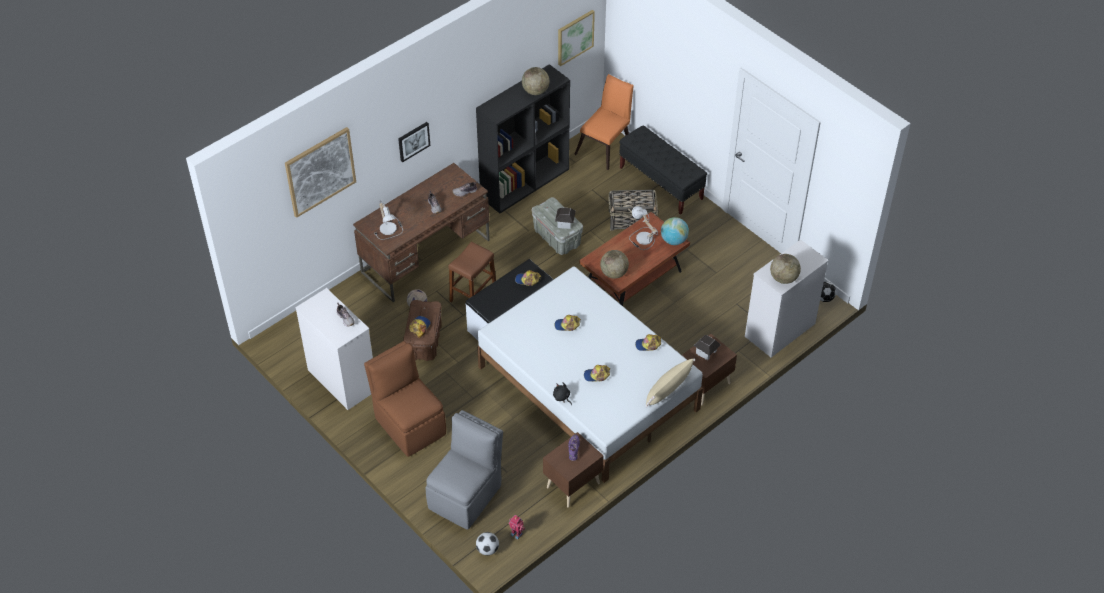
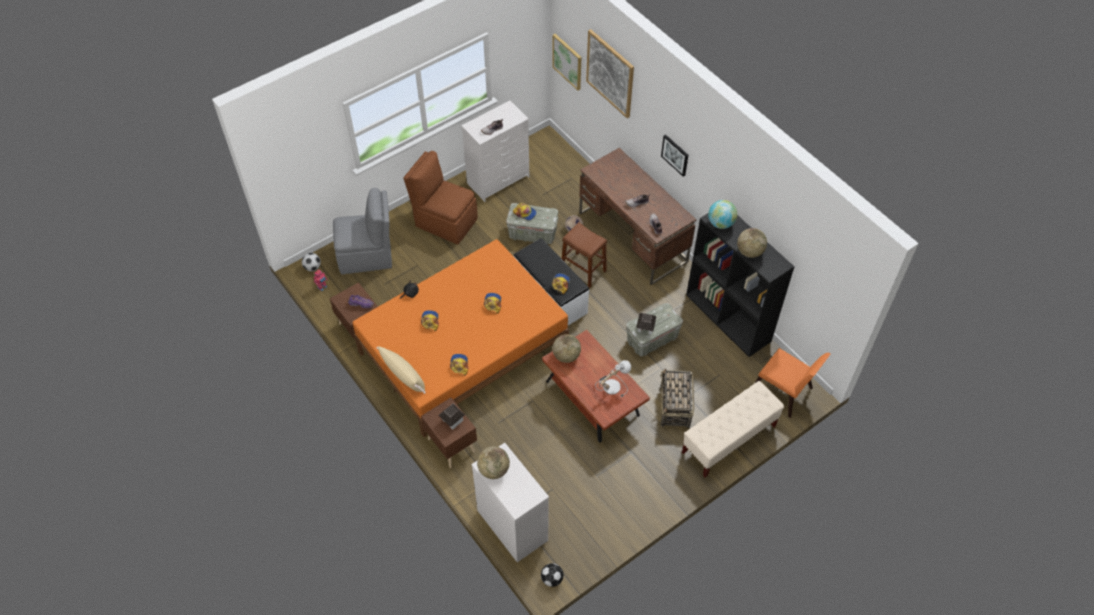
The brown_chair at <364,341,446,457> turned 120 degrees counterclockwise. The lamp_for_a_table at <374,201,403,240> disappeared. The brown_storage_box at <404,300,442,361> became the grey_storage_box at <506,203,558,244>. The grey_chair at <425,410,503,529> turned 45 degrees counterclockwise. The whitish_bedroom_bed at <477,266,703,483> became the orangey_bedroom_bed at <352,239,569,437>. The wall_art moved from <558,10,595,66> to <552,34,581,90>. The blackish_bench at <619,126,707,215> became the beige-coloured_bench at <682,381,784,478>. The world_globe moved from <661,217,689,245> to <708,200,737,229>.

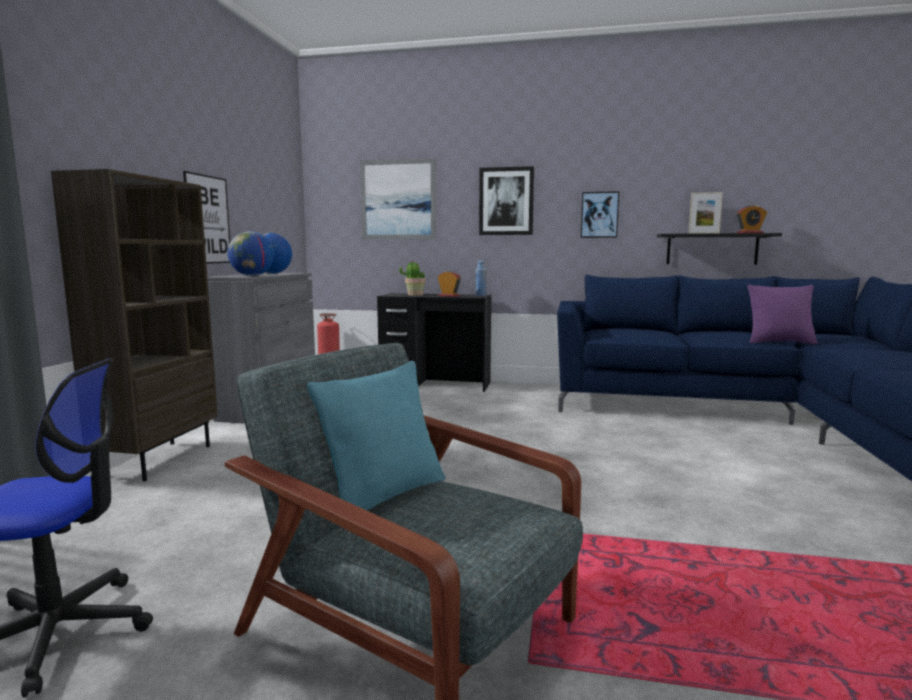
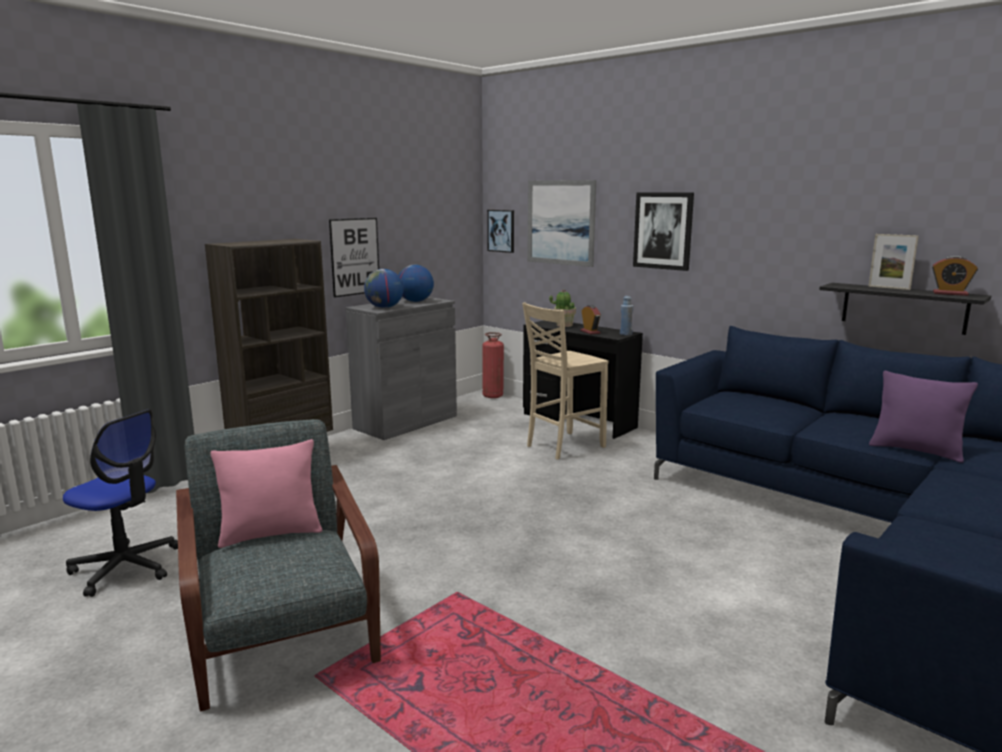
The turquoise-coloured_throw_pillow at <307,361,446,511> became the pinkish_throw_pillow at <210,439,322,548>. The wall_art moved from <581,191,619,238> to <487,210,514,253>. The beige-coloured_chair at <522,302,608,460> appeared.

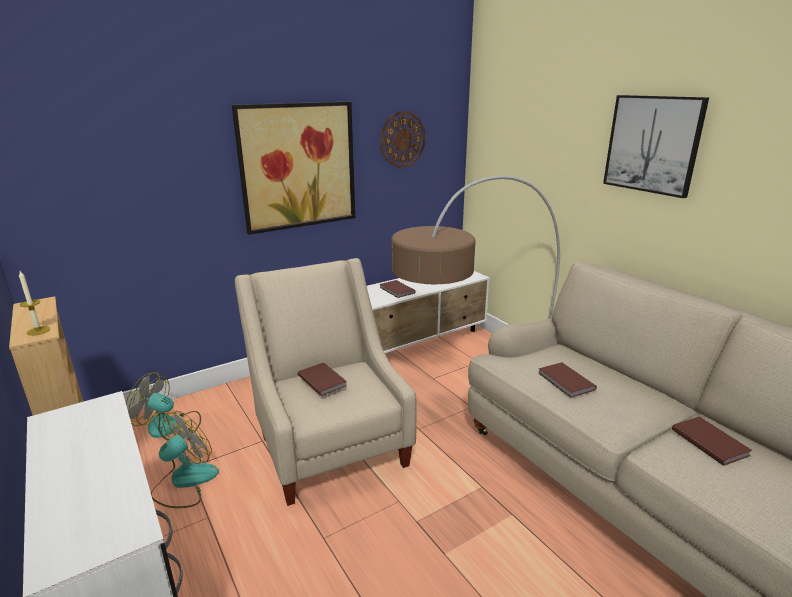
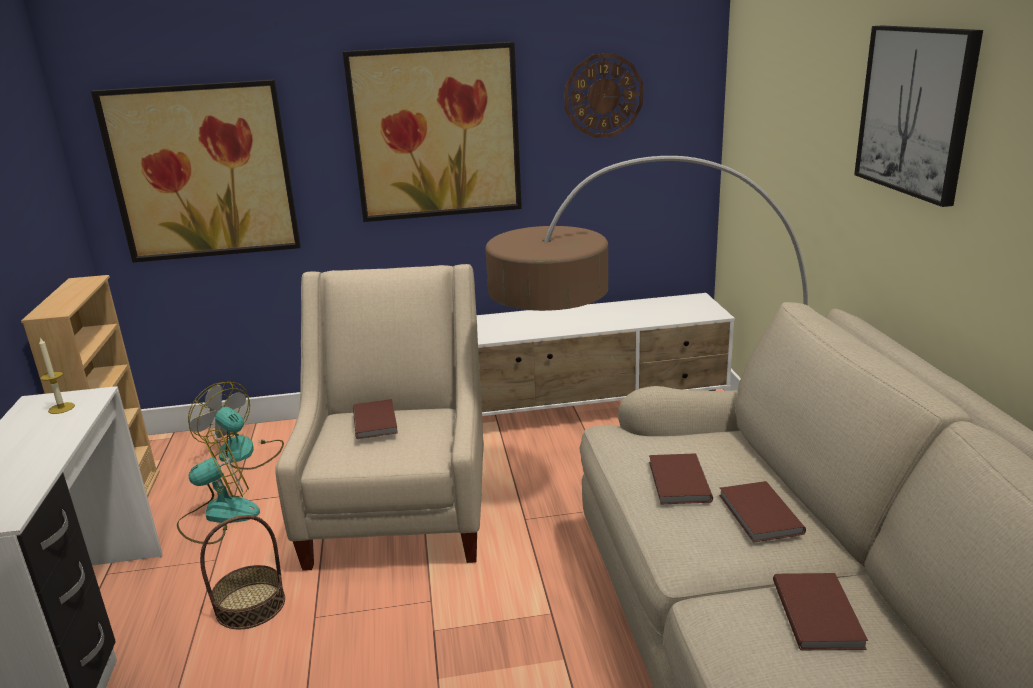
The wax_candle moved from <19,271,50,336> to <39,337,75,414>. The brown_book moved from <380,280,416,298> to <719,481,806,543>. The wall_art at <91,80,301,262> appeared. The storage_basket at <200,515,285,629> appeared.

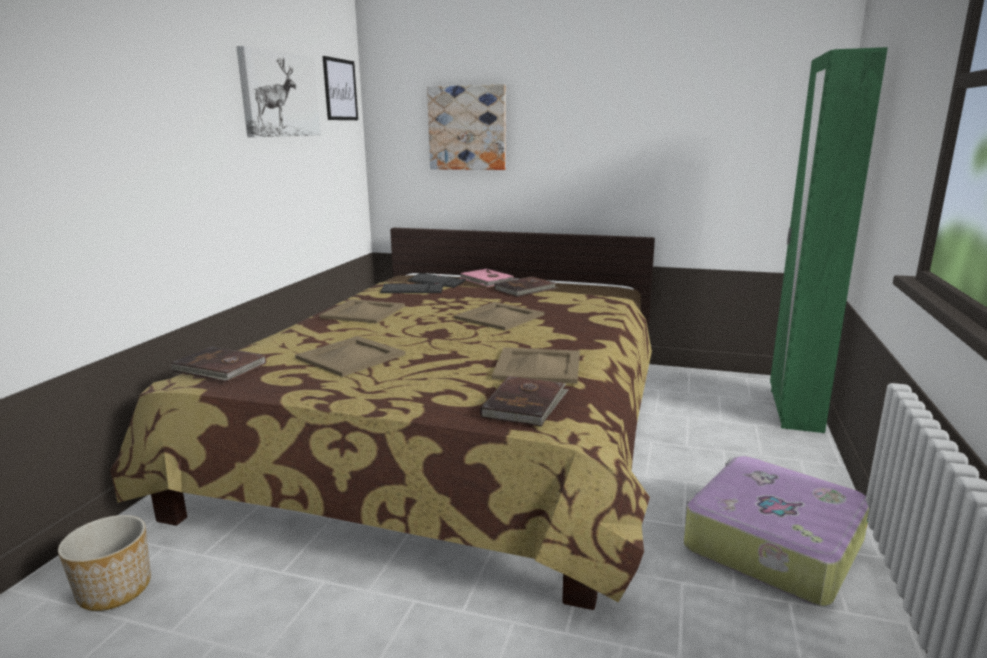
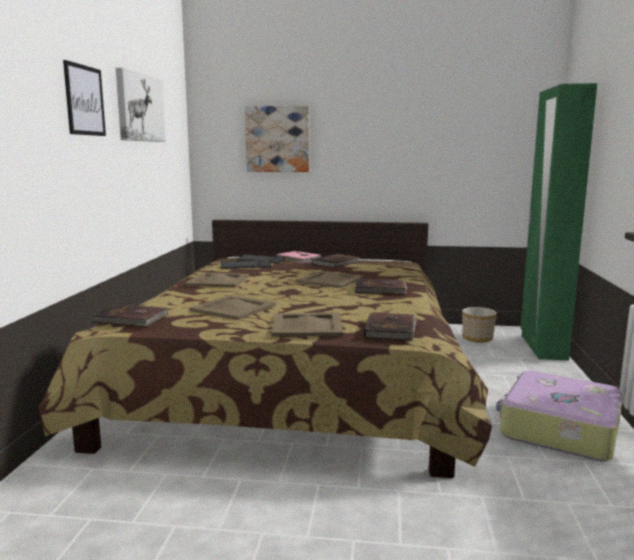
The flower_pot moved from <58,515,151,611> to <462,307,497,343>. The wall_art moved from <323,56,358,120> to <63,60,106,136>. The beige-coloured_serving_tray moved from <492,347,580,384> to <271,313,344,336>. The brown_book at <354,279,407,294> appeared.

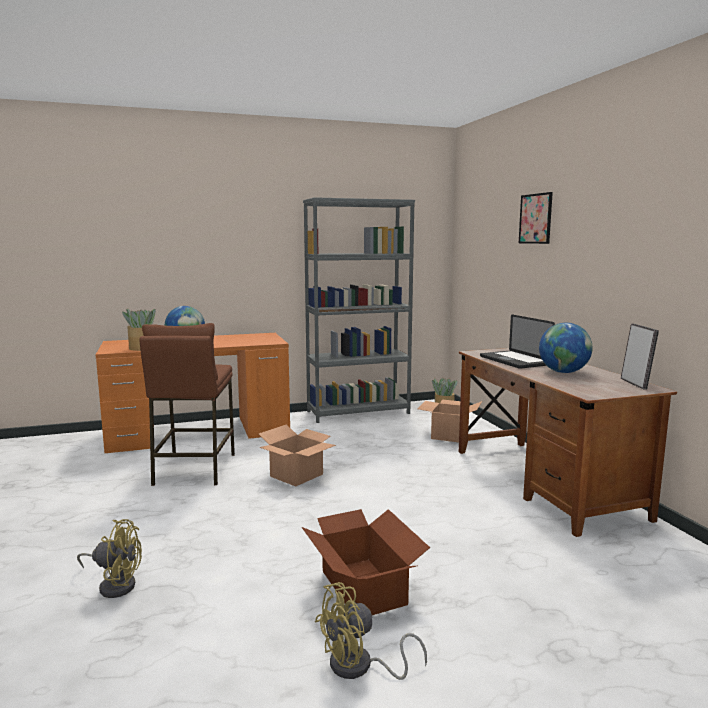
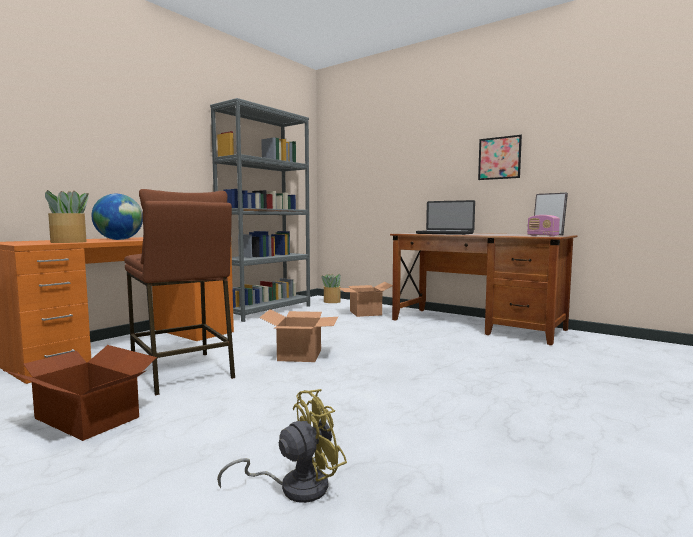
The carton moved from <302,509,430,615> to <3,345,157,441>. The yellowish_electric_fan at <315,582,427,680> disappeared. The wall_art moved from <519,192,553,244> to <478,135,522,180>. The world_globe at <539,323,593,373> disappeared. The radio at <527,215,560,236> appeared.

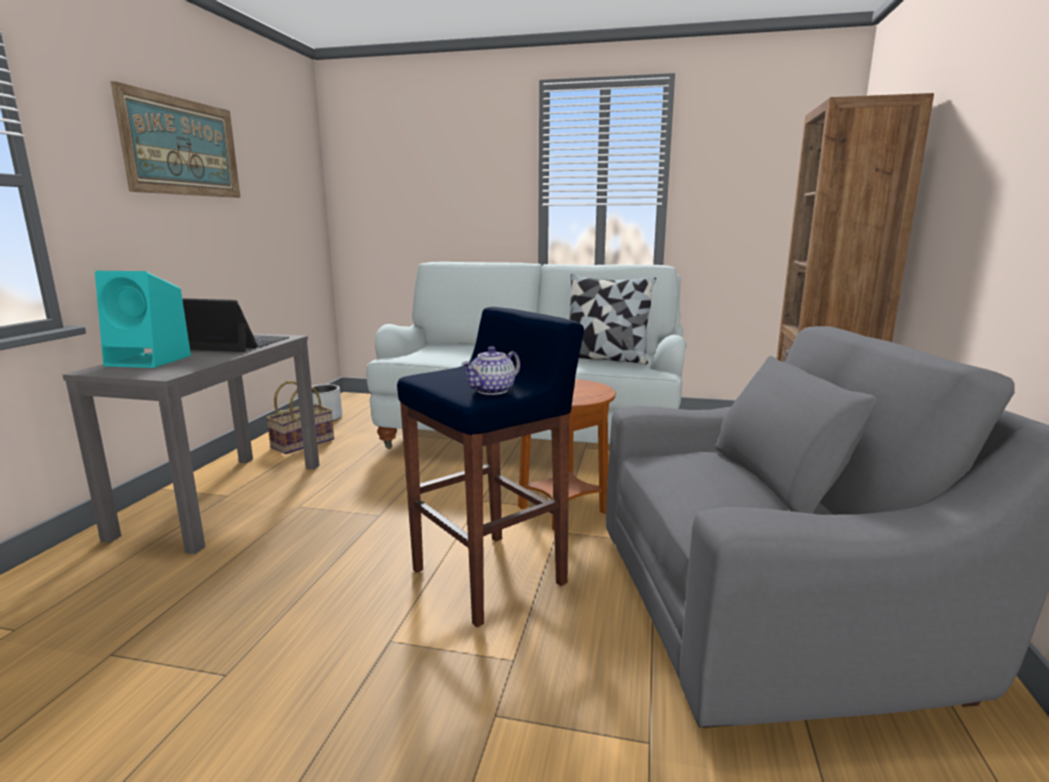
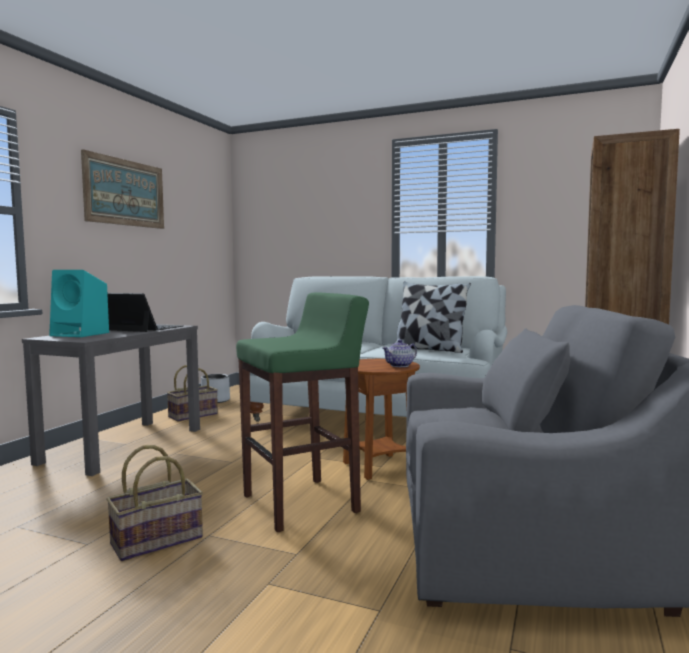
The blue-coloured_stool at <397,307,584,627> became the green-coloured_stool at <236,292,369,532>. The pot_for_tea moved from <461,346,520,395> to <383,340,417,367>. The storage_basket at <106,445,203,561> appeared.

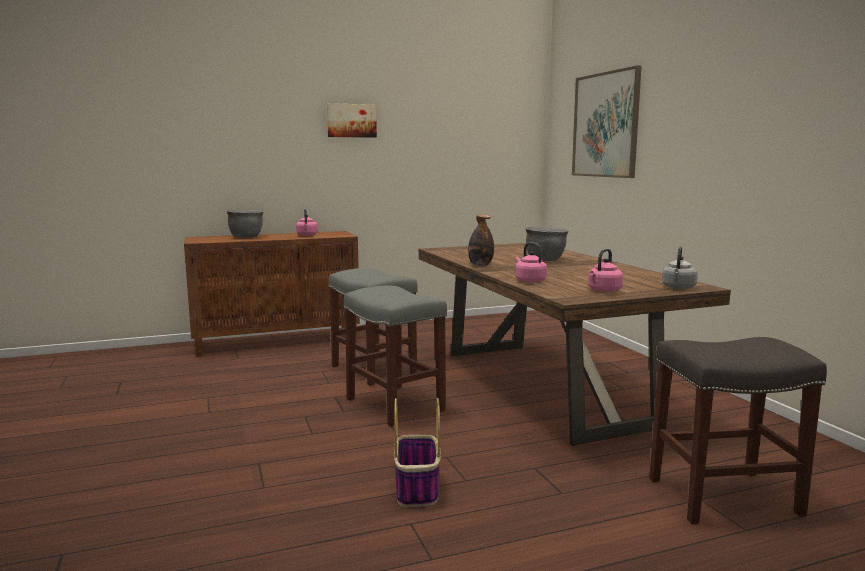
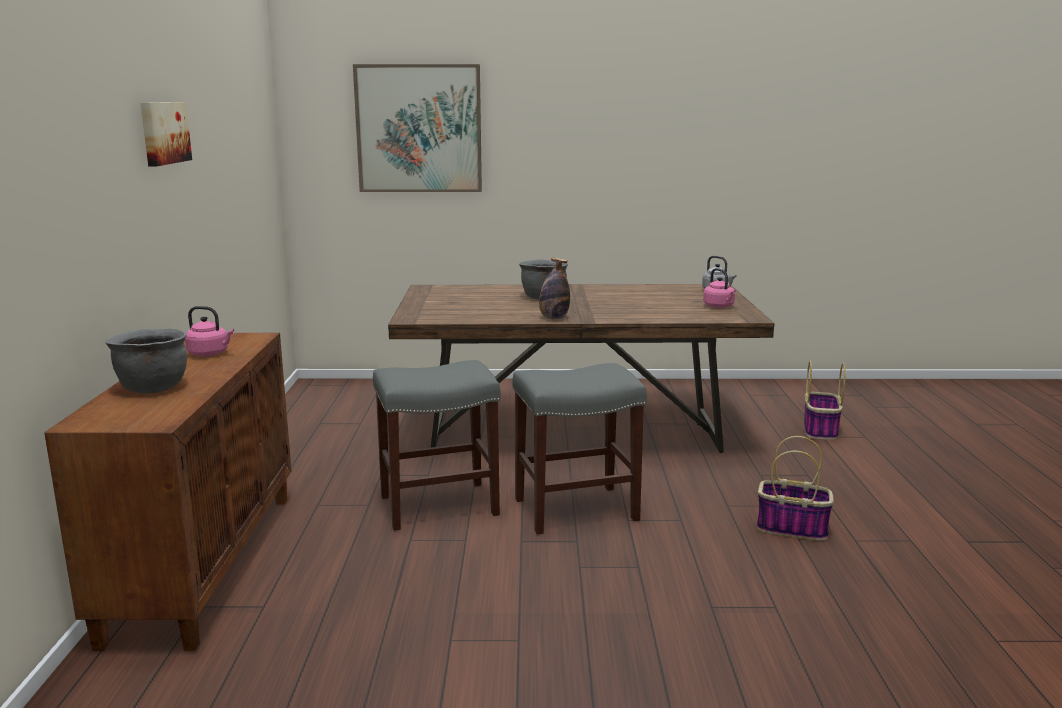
The pinkish_tea_kettle at <515,242,547,283> disappeared. The grey_stool at <649,337,827,525> was replaced by the storage_basket at <804,361,845,440>.

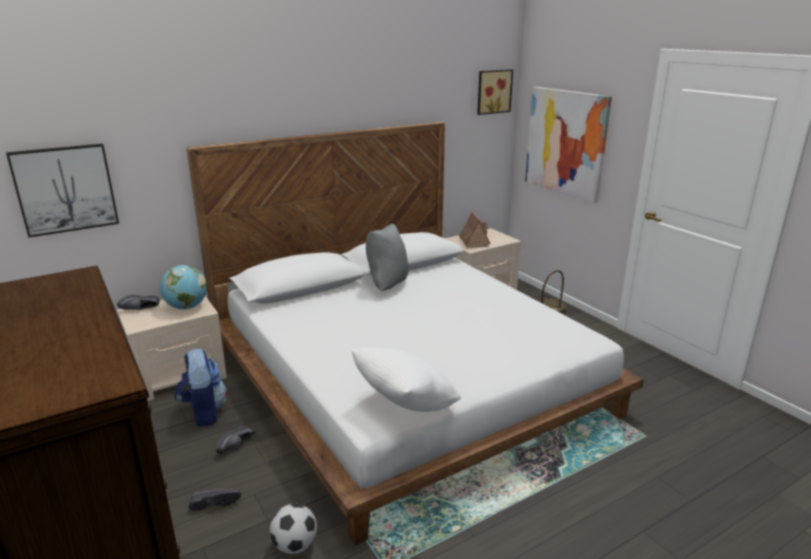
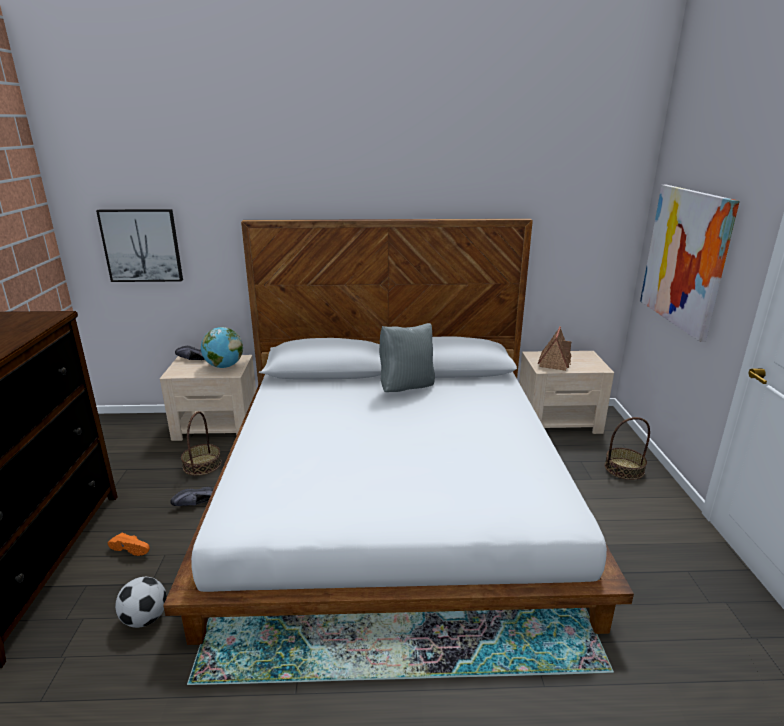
The knapsack at <174,349,227,426> was replaced by the storage_basket at <181,411,222,476>. The blackish_shoe at <189,488,241,511> became the orangey_shoe at <108,533,150,556>. The whitish_throw_pillow at <351,348,461,412> disappeared. The wall_art at <477,69,513,115> disappeared.

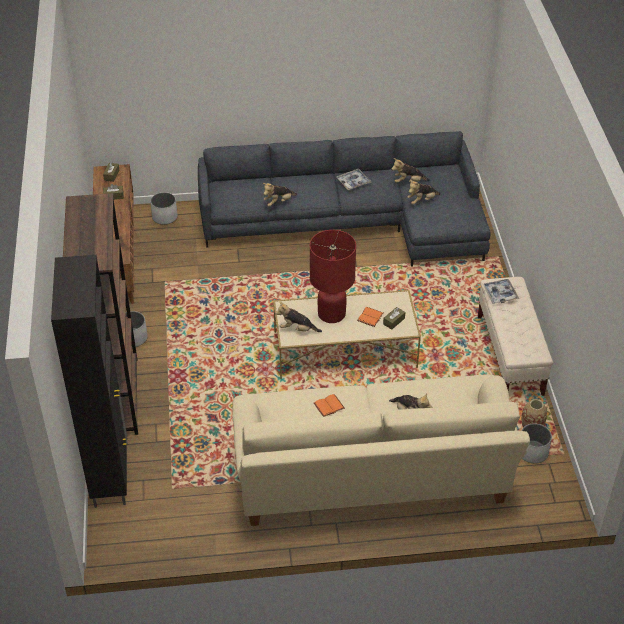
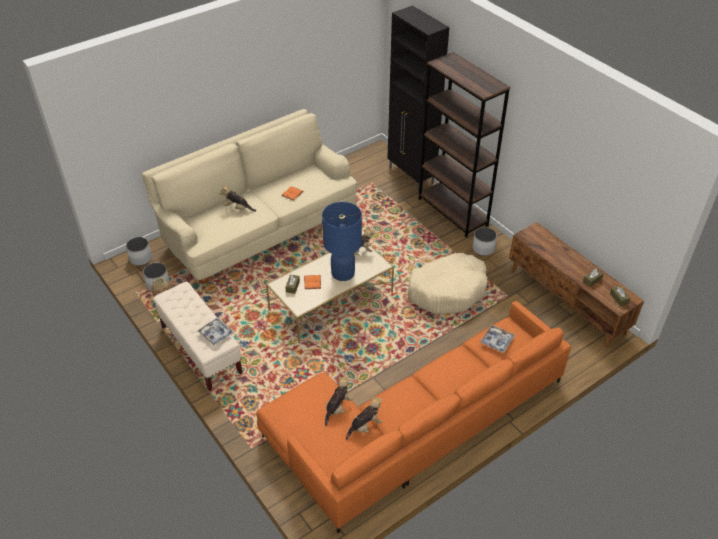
The whitish_flower_pot moved from <150,192,178,225> to <126,237,152,266>. The grey_sofa at <198,131,491,267> became the orangey_sofa at <256,301,571,533>. The cuddly_toy at <263,183,297,207> disappeared. The reddish_lamp_for_a_table at <310,230,356,323> became the blue-coloured_lamp_for_a_table at <322,202,362,281>. The serving_tray moved from <336,169,371,190> to <480,325,515,353>. The beige-coloured_pet_bed at <407,253,487,314> appeared.

